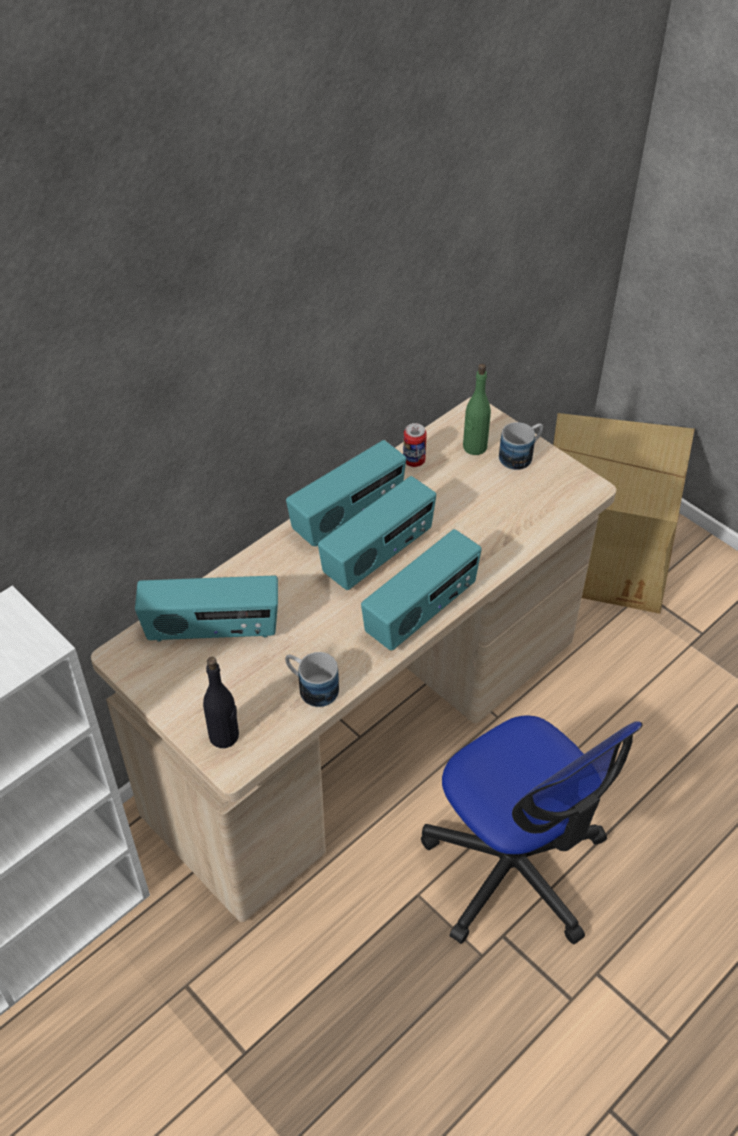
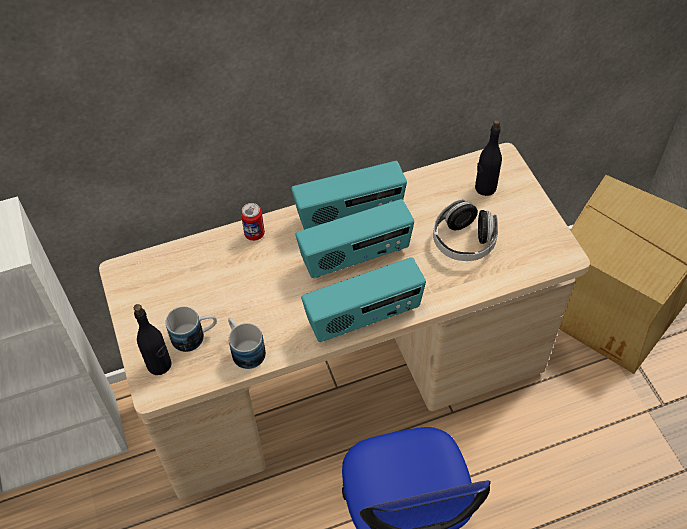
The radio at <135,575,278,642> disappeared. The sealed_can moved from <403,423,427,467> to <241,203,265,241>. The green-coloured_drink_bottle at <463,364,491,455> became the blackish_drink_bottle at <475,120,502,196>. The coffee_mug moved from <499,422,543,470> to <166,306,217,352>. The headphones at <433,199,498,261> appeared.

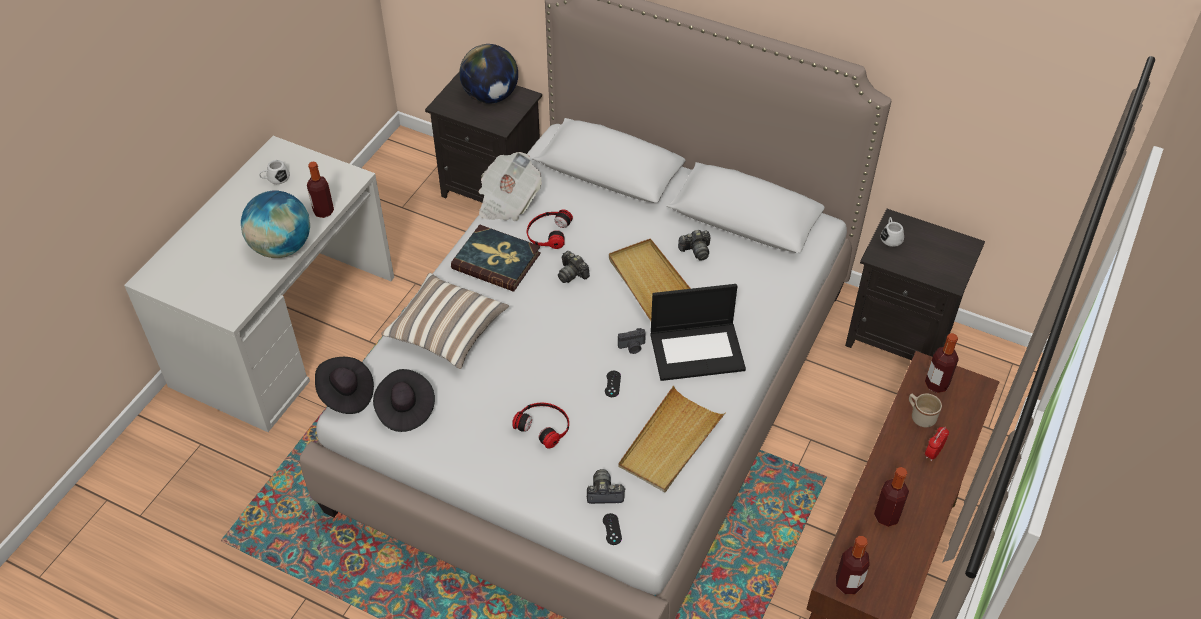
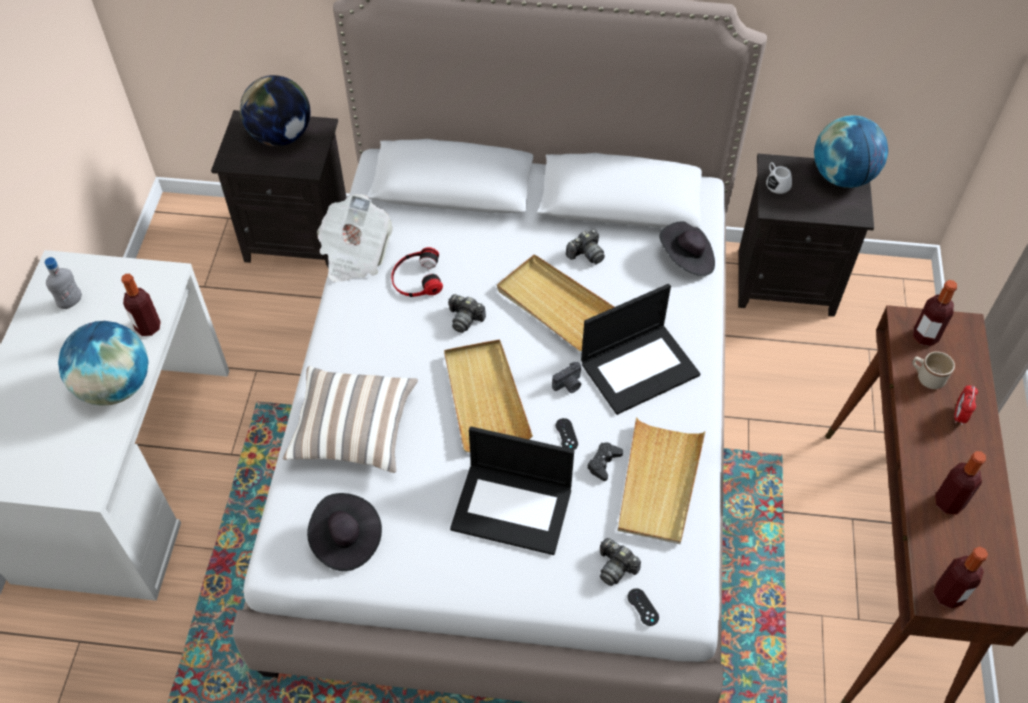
The whitish_coffee_mug at <259,160,290,184> was replaced by the grey_drink_bottle at <44,257,82,309>. The blackish_wearable_hat moved from <315,357,374,414> to <659,221,715,276>. The book at <451,225,541,292> disappeared. The headphones at <512,403,569,449> was replaced by the laptop at <450,426,574,555>. The still_camera at <587,469,626,504> turned 120 degrees counterclockwise. The beige-coloured_serving_tray at <444,339,533,452> appeared. The blackish_game_controller at <587,442,623,481> appeared. The world_globe at <814,115,888,188> appeared.

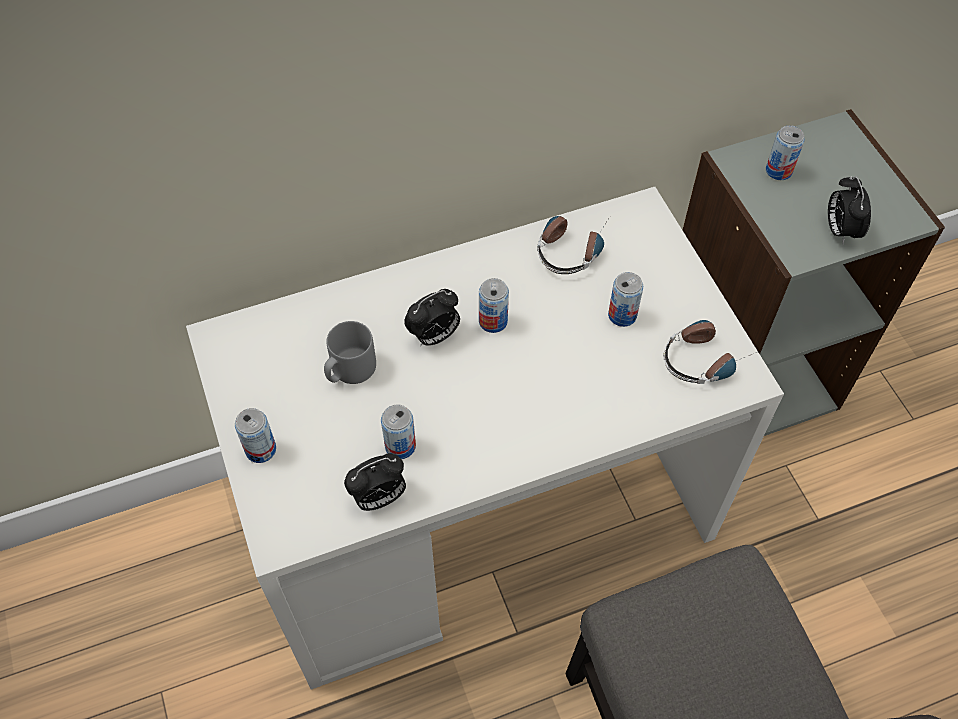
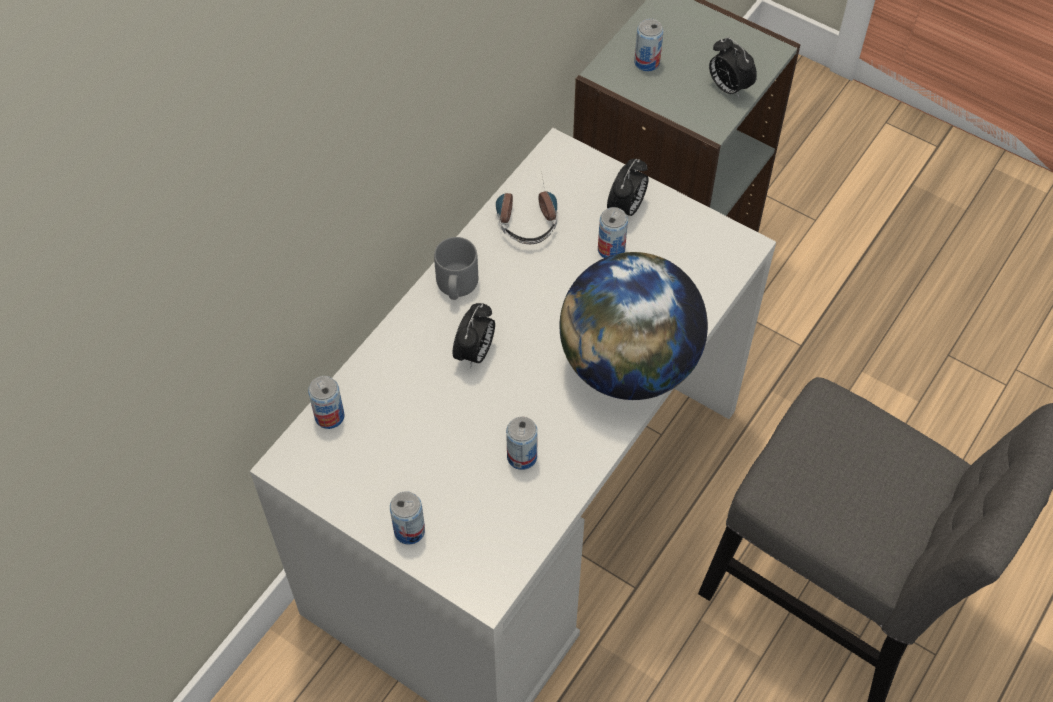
The grey_coffee_mug moved from <324,321,376,384> to <434,237,478,300>. The table_clock moved from <344,453,406,511> to <607,159,649,216>. The sealed_can moved from <479,278,509,333> to <308,376,345,429>. The headphones at <663,320,762,384> disappeared. The world_globe at <559,252,708,400> appeared.

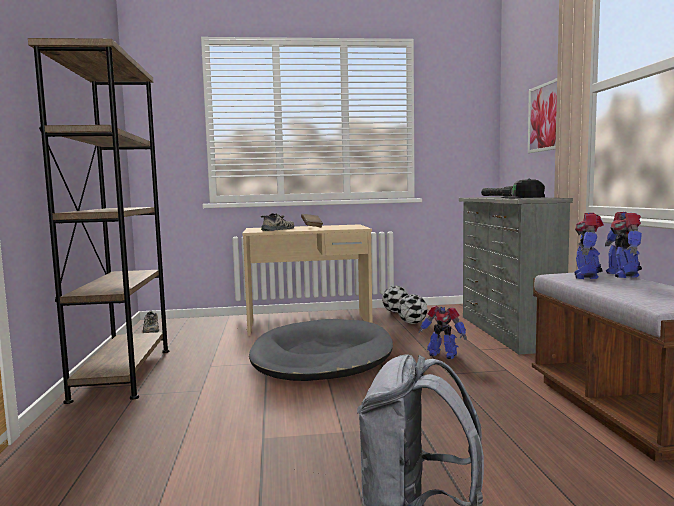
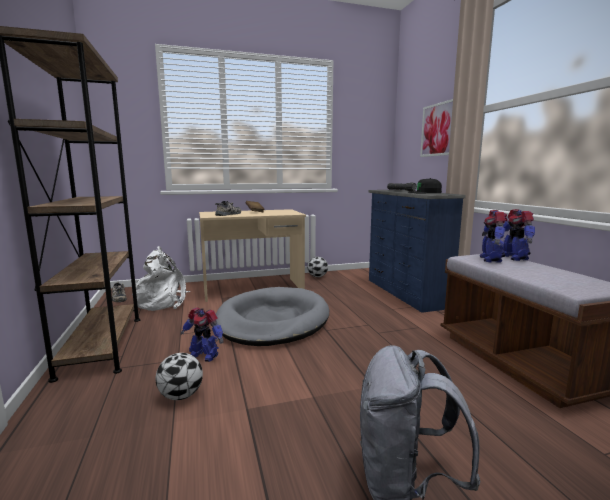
The football moved from <398,294,427,324> to <156,353,203,400>. The model_robot moved from <418,306,467,359> to <181,308,223,362>. The grey_drawer_chest at <459,197,573,355> became the blue-coloured_drawer_chest at <368,190,466,313>. The whitish_knapsack at <132,246,190,311> appeared.

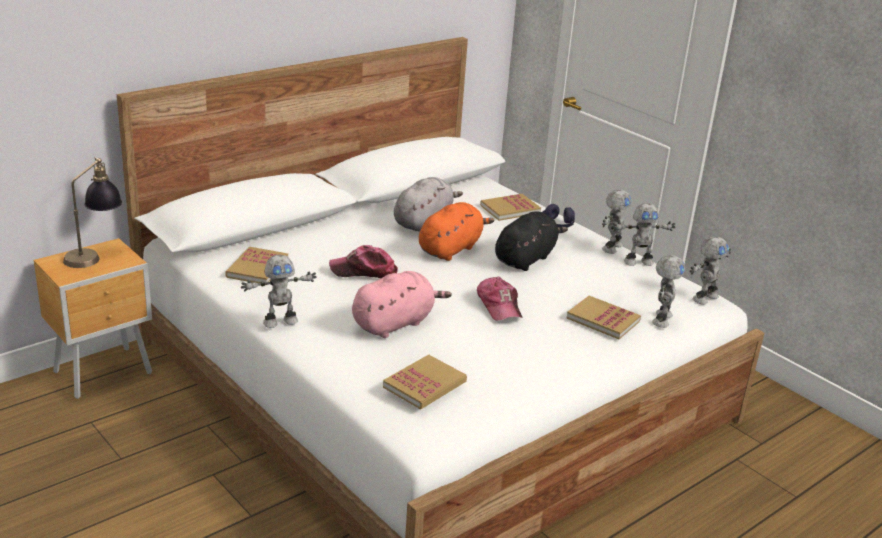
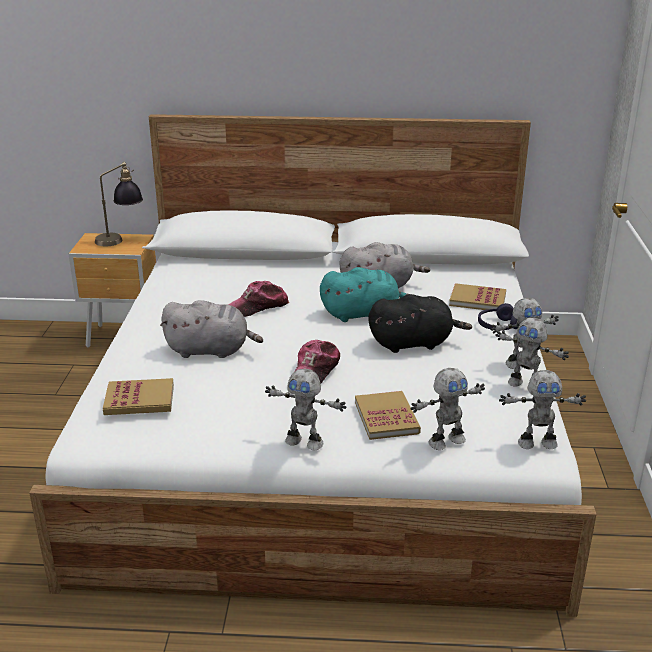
The book at <225,247,288,283> disappeared. The model_robot moved from <241,254,317,328> to <265,368,346,450>. The baseball_cap at <329,245,398,279> turned 75 degrees counterclockwise. The pinkish_cuddly_toy at <352,271,452,338> became the grey_cuddly_toy at <160,300,263,358>. The orangey_cuddly_toy at <419,202,495,261> became the turquoise-coloured_cuddly_toy at <320,267,409,322>.

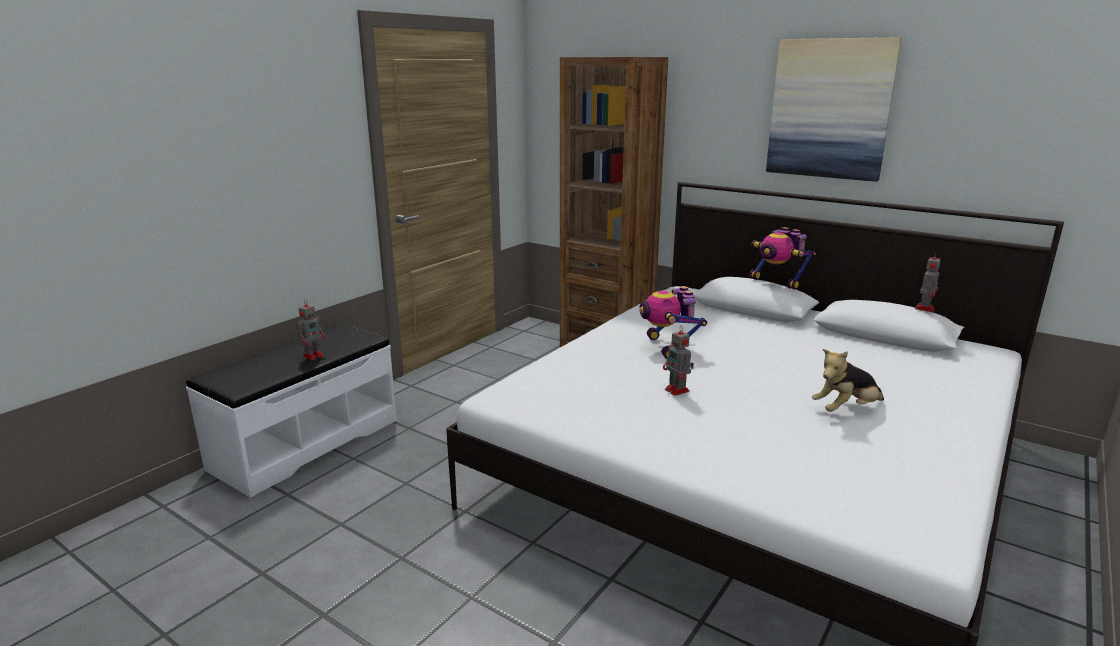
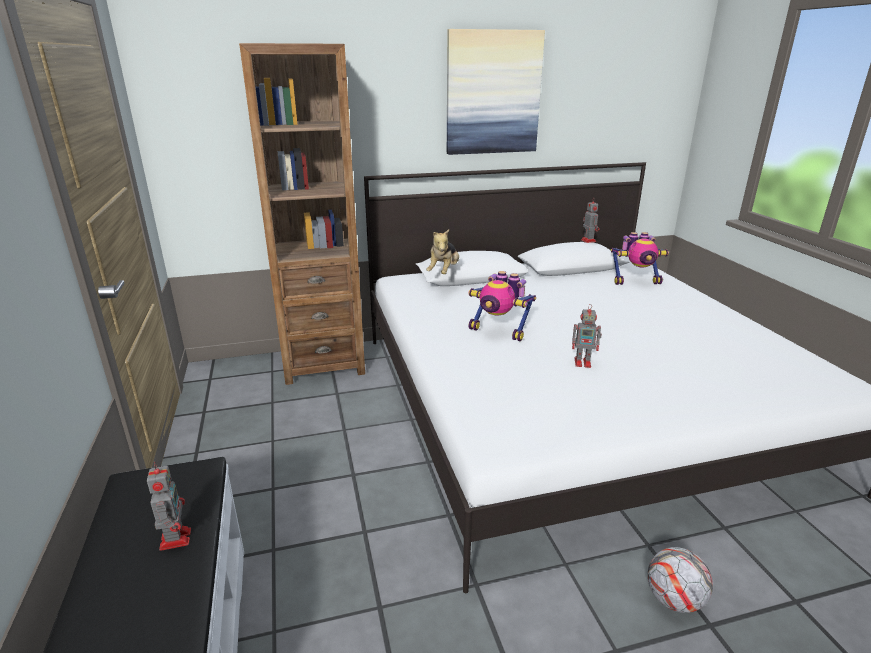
The model_robot moved from <749,227,816,290> to <611,232,669,285>. The cuddly_toy moved from <812,349,884,412> to <426,229,459,274>. The football at <648,547,713,613> appeared.

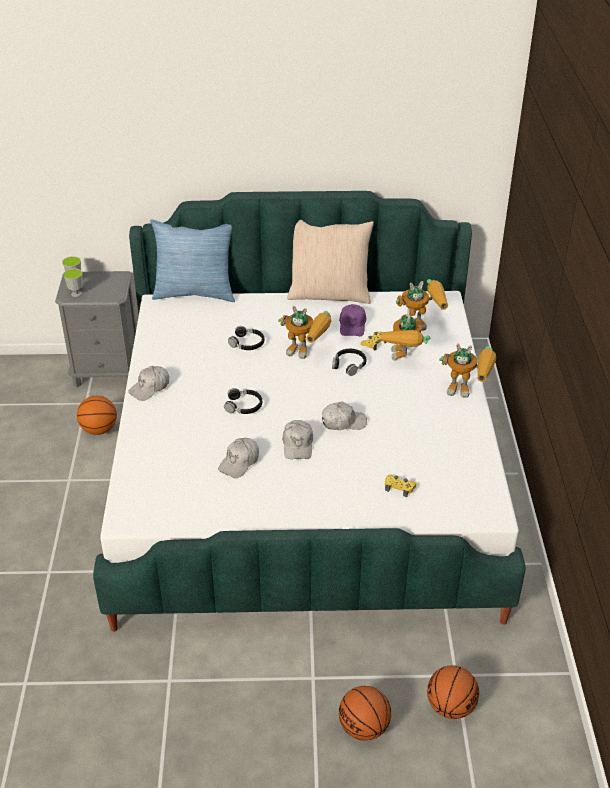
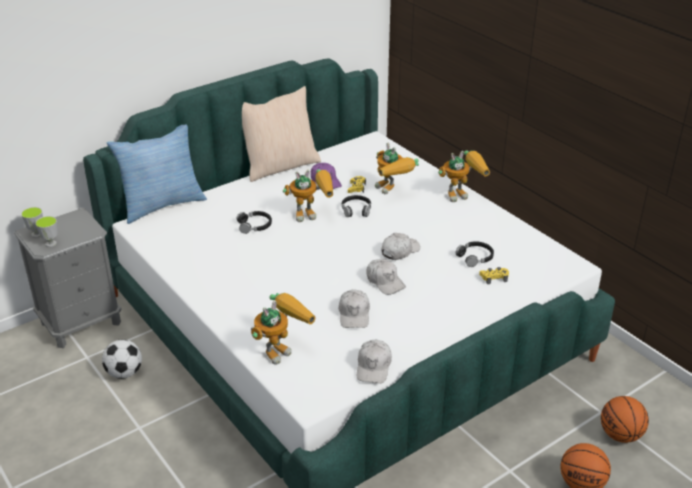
The basketball at <77,396,117,435> was replaced by the football at <102,339,142,379>. The whitish_baseball_cap moved from <128,366,169,401> to <357,340,392,383>. The blackish_headphones moved from <224,388,262,414> to <456,241,494,267>. The model_robot moved from <396,279,448,331> to <251,293,316,365>.

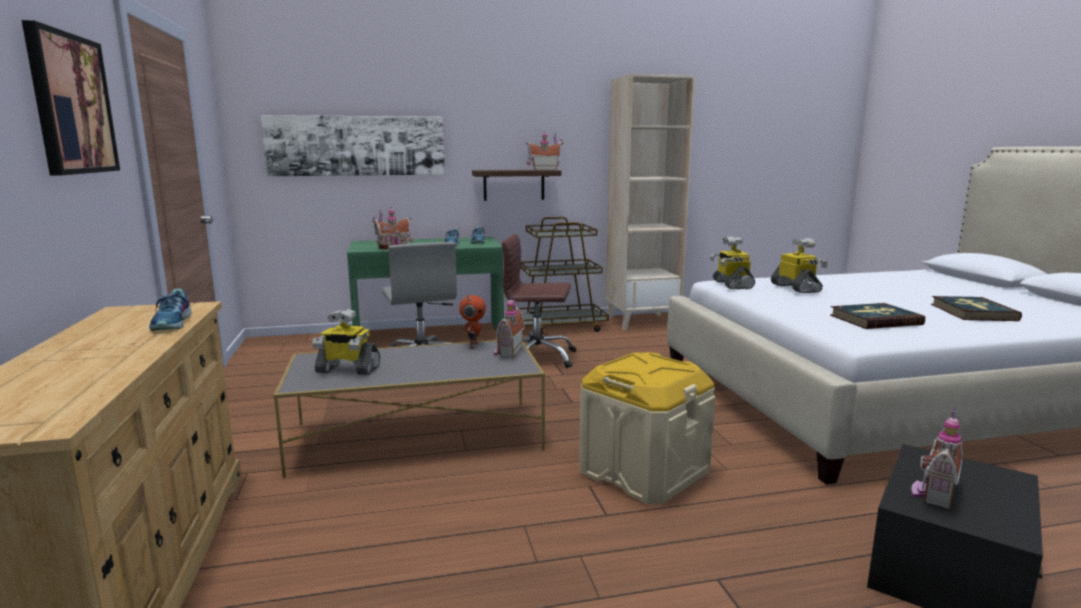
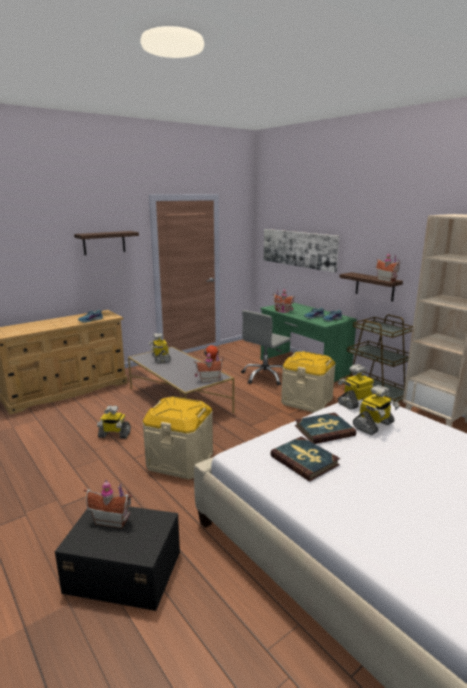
The wall_art at <22,20,120,176> was replaced by the bracket_shelf at <74,231,139,255>. The brown_office_chair at <502,234,576,368> was replaced by the beige-coloured_storage_box at <281,351,336,412>. The book moved from <931,296,1022,321> to <295,412,356,444>. The model_robot at <97,405,131,439> appeared.

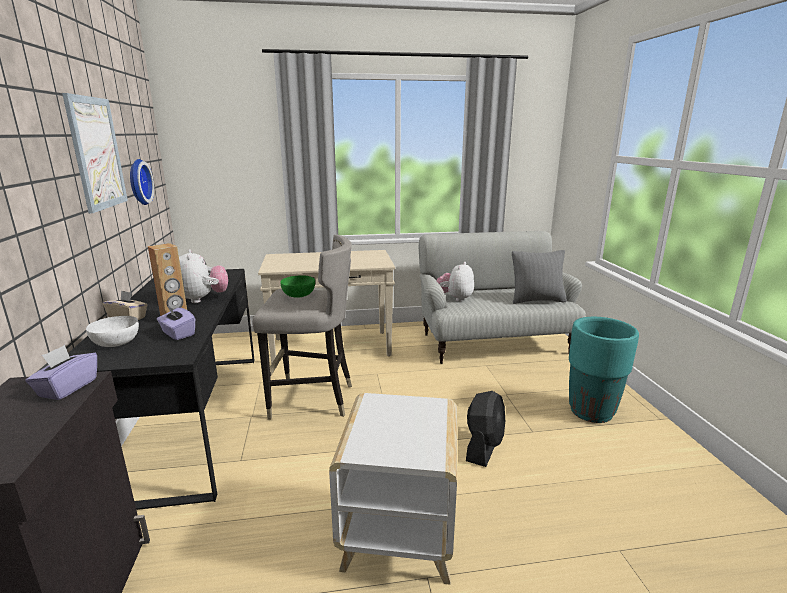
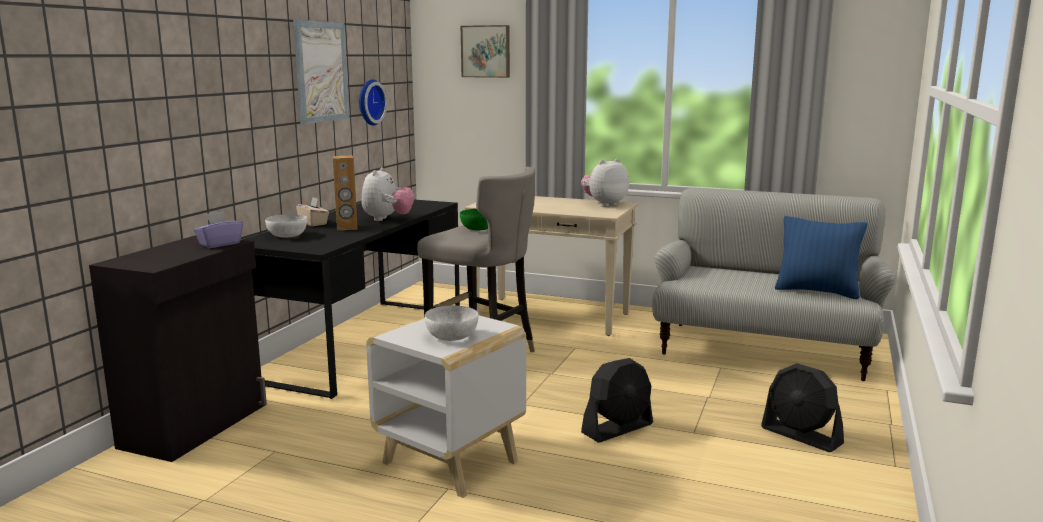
The purplish_box_of_tissues at <157,306,195,340> disappeared. The cuddly_toy moved from <437,262,474,301> to <581,158,629,207>. The grey_throw_pillow at <512,250,567,304> became the blue-coloured_throw_pillow at <775,216,867,299>. The turquoise-coloured_flower_pot at <569,317,639,423> was replaced by the blackish_electric_fan at <761,363,844,452>. The whitish_deep_dish at <425,305,478,341> appeared. The wall_art at <461,25,510,78> appeared.

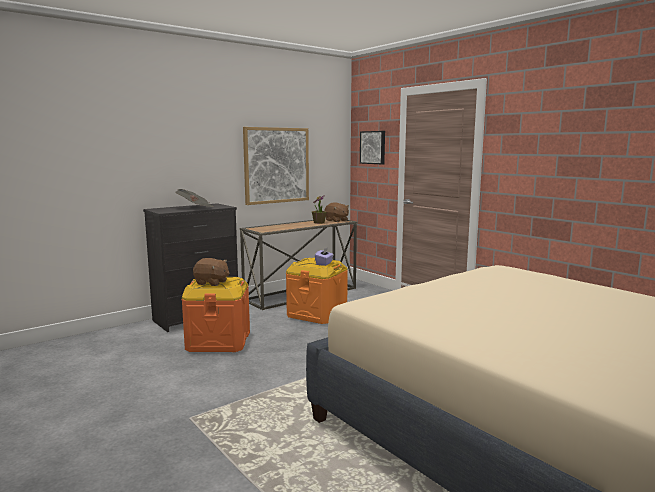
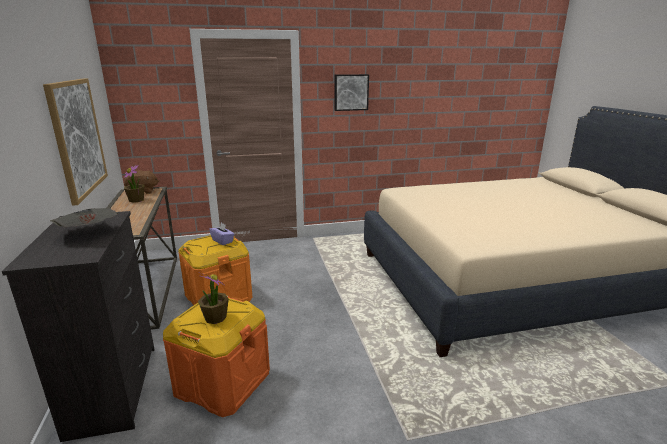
The brown_cuddly_toy at <193,258,230,286> was replaced by the potted_plant at <198,273,229,324>. The wall_art moved from <360,131,385,164> to <335,74,369,111>.

